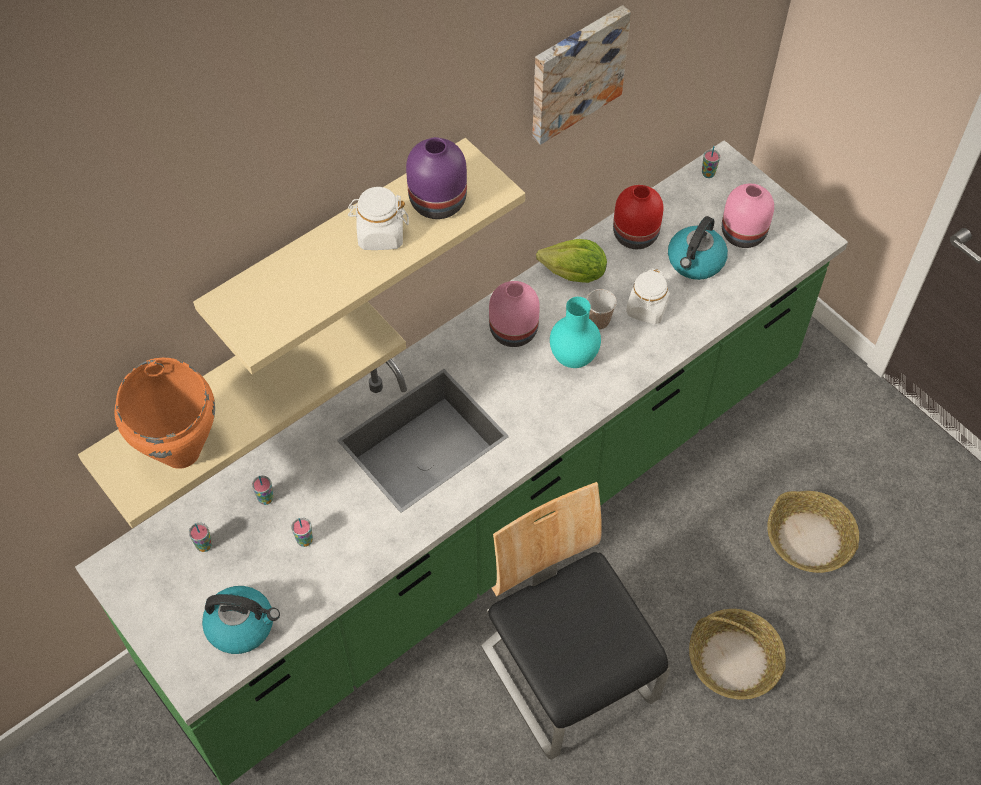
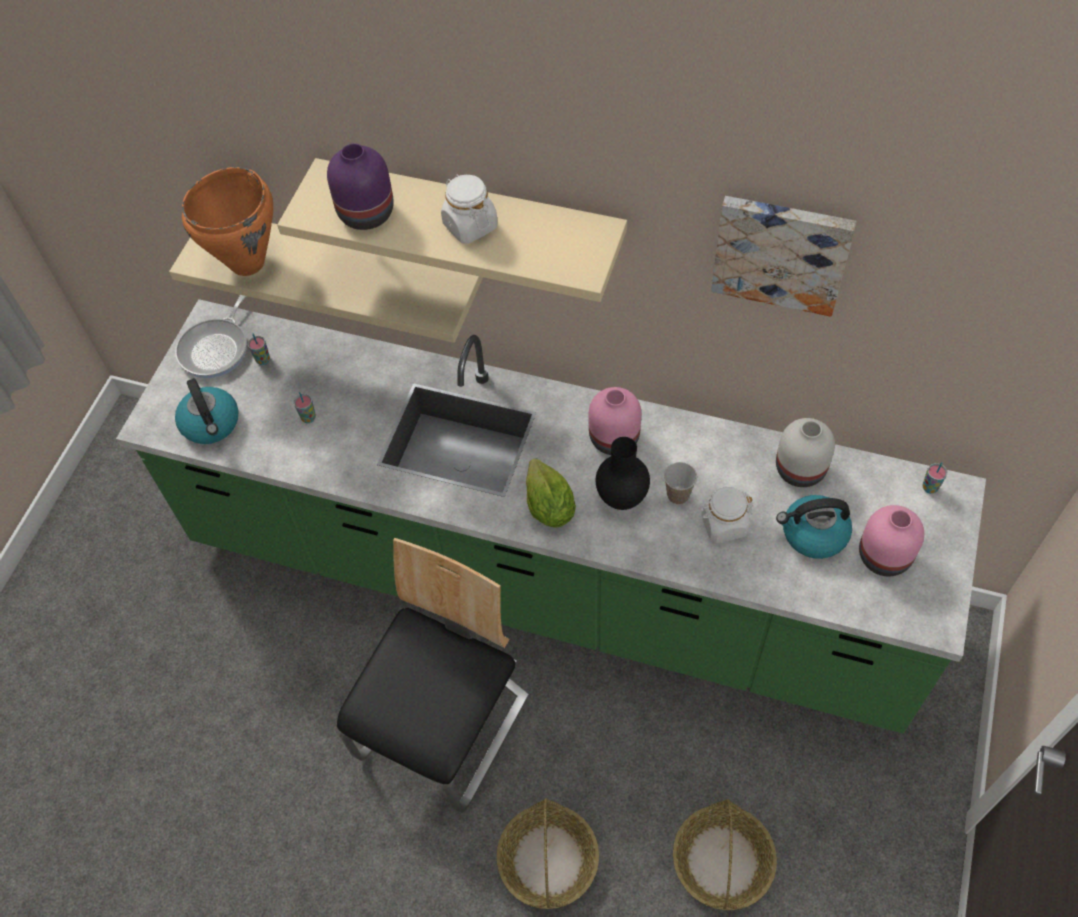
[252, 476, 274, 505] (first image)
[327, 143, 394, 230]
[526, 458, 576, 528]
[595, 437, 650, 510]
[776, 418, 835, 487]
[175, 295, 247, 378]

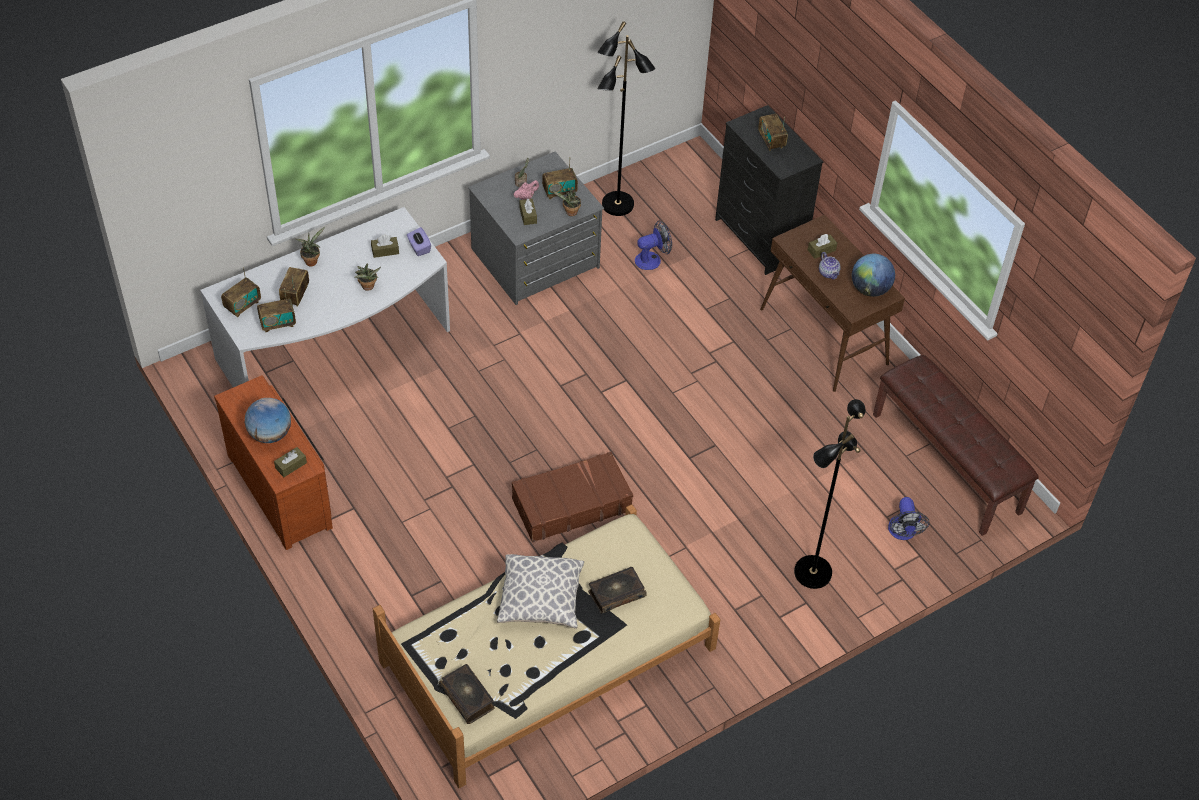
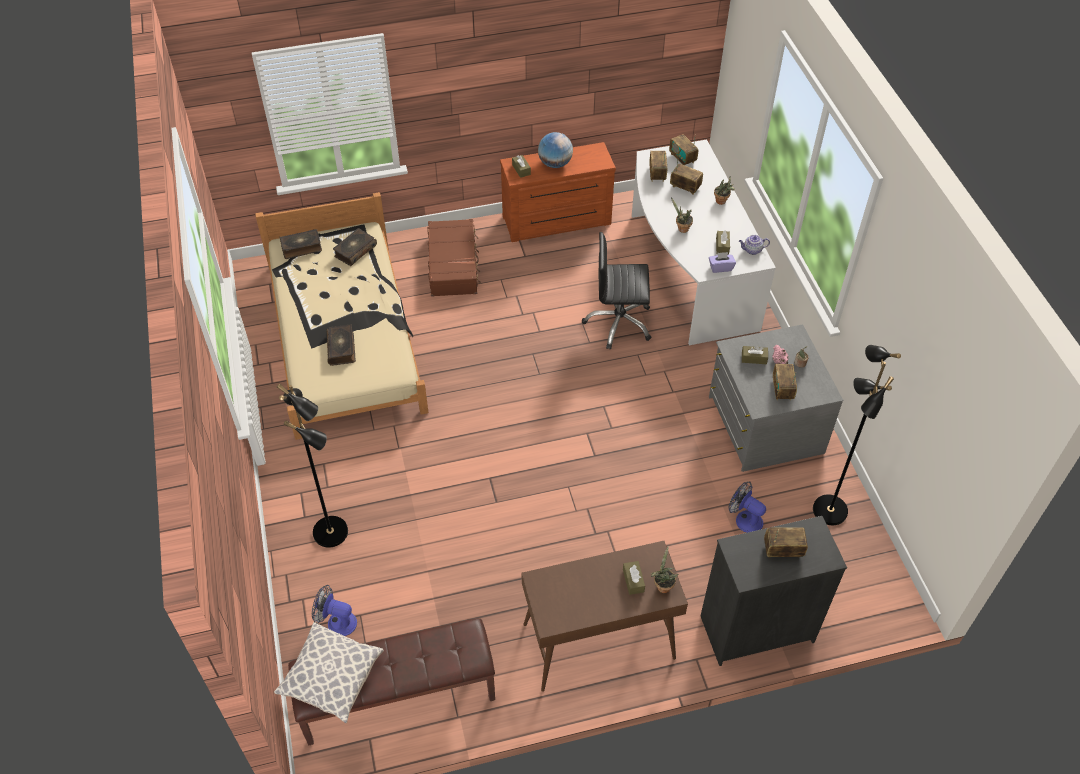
[274, 622, 384, 723]
[427, 219, 481, 297]
[650, 546, 678, 593]
[728, 481, 766, 533]
[739, 235, 770, 255]
[852, 254, 895, 297] (first image)
[333, 228, 377, 266]
[582, 232, 652, 350]

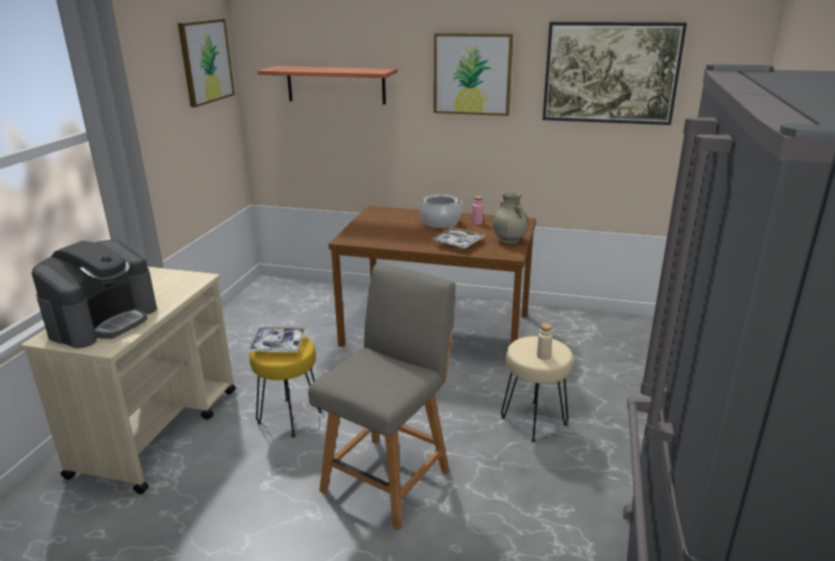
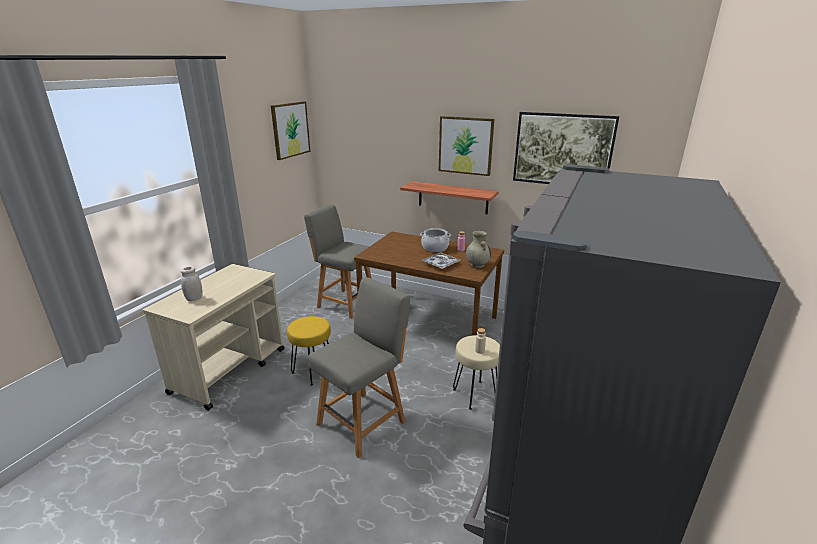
[180, 267, 203, 301]
[247, 327, 307, 353] (first image)
[400, 181, 499, 214]
[304, 204, 372, 319]

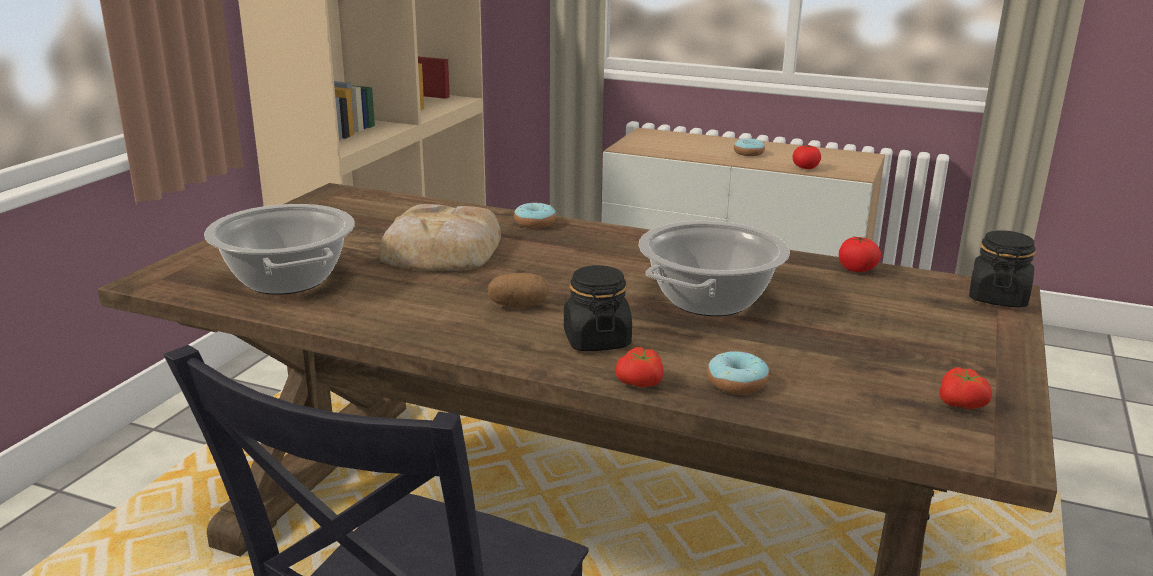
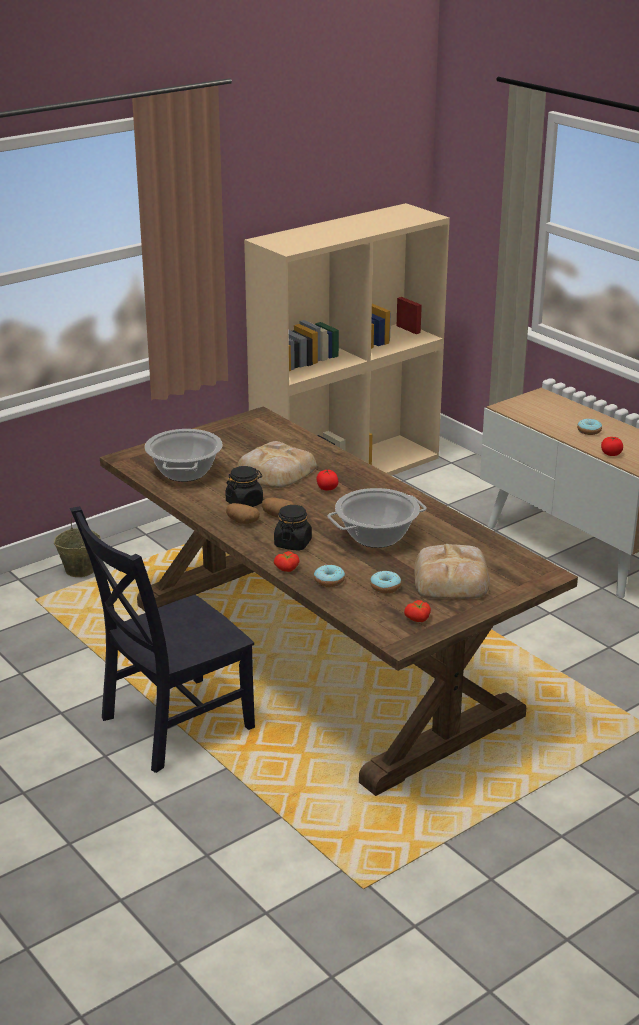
[370, 571, 401, 593]
[316, 470, 338, 490]
[225, 466, 263, 507]
[54, 516, 101, 577]
[226, 503, 260, 524]
[414, 544, 490, 599]

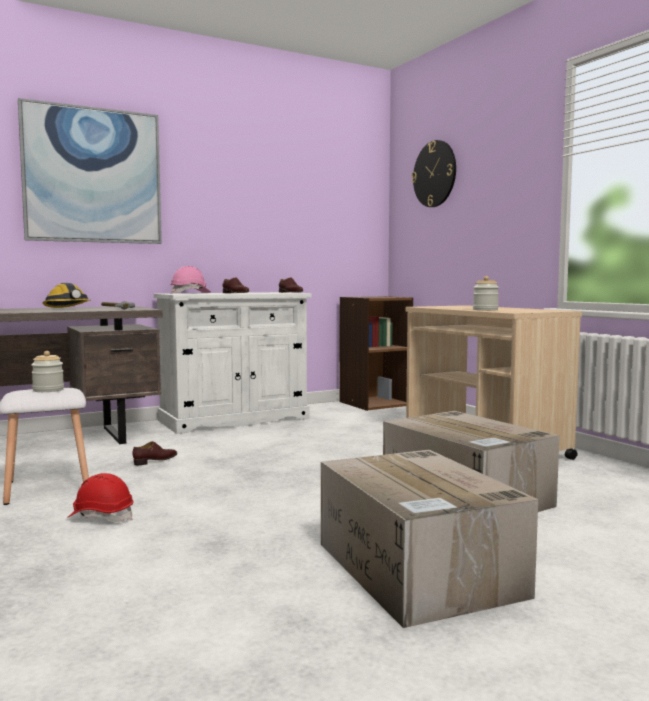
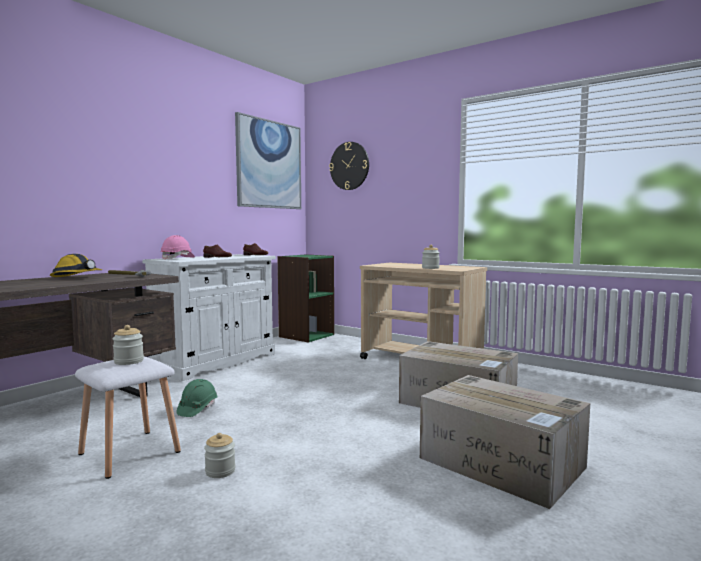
[235, 112, 301, 209]
[204, 433, 235, 478]
[176, 379, 218, 417]
[278, 254, 334, 343]

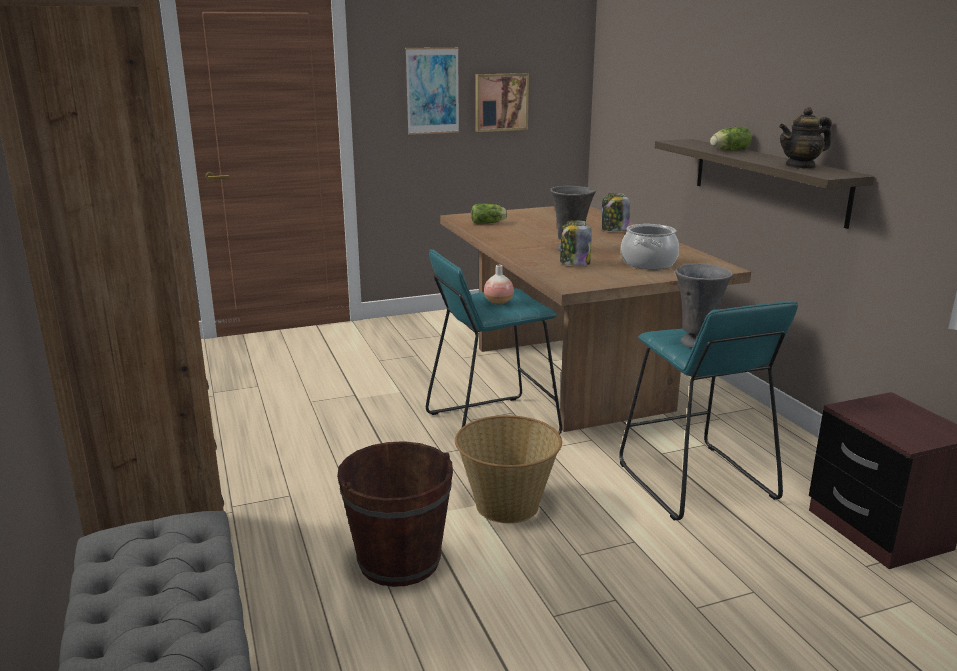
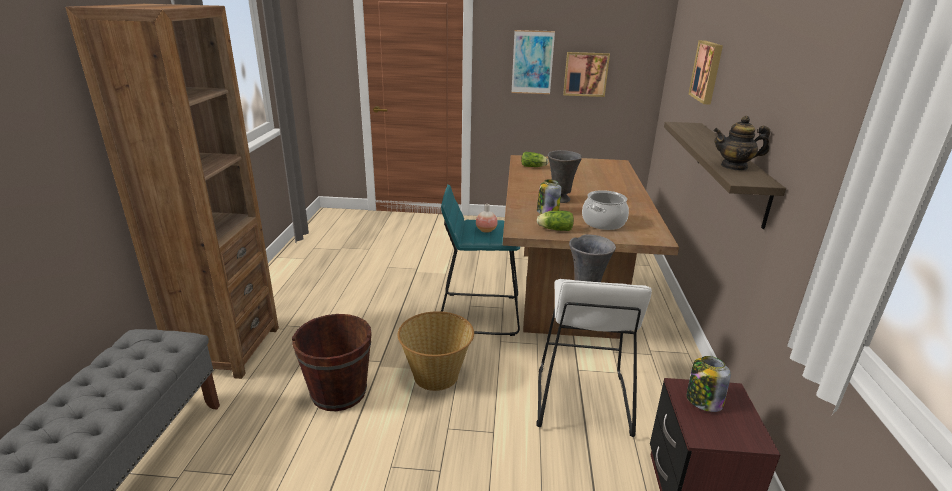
[686, 356, 731, 412]
[537, 279, 652, 437]
[537, 211, 574, 231]
[689, 40, 723, 105]

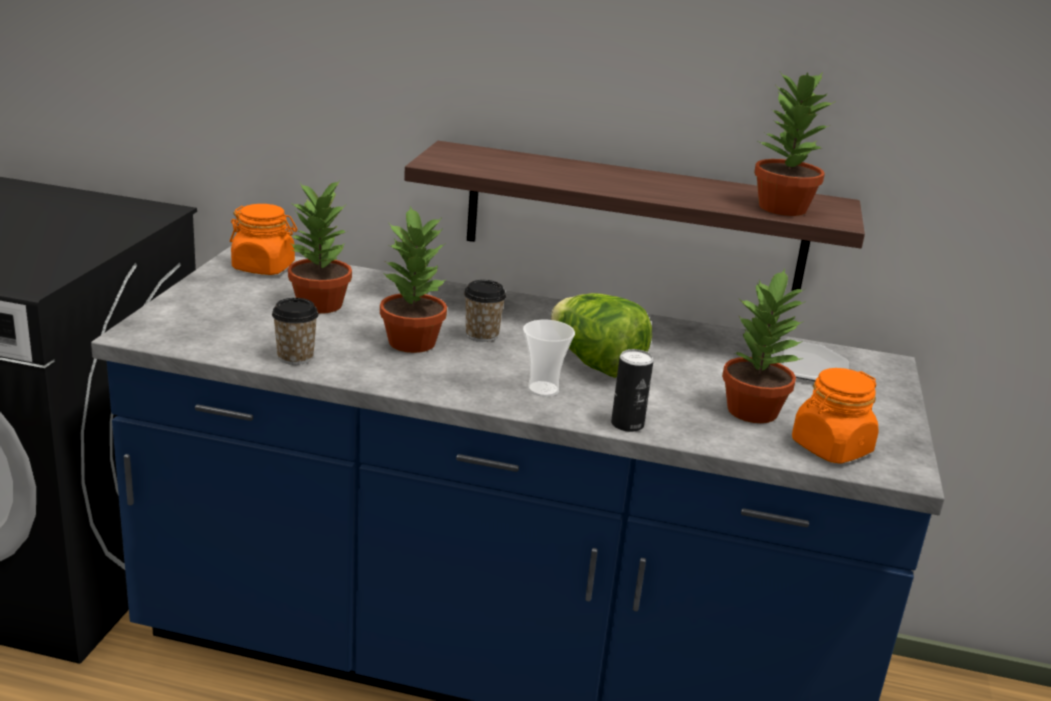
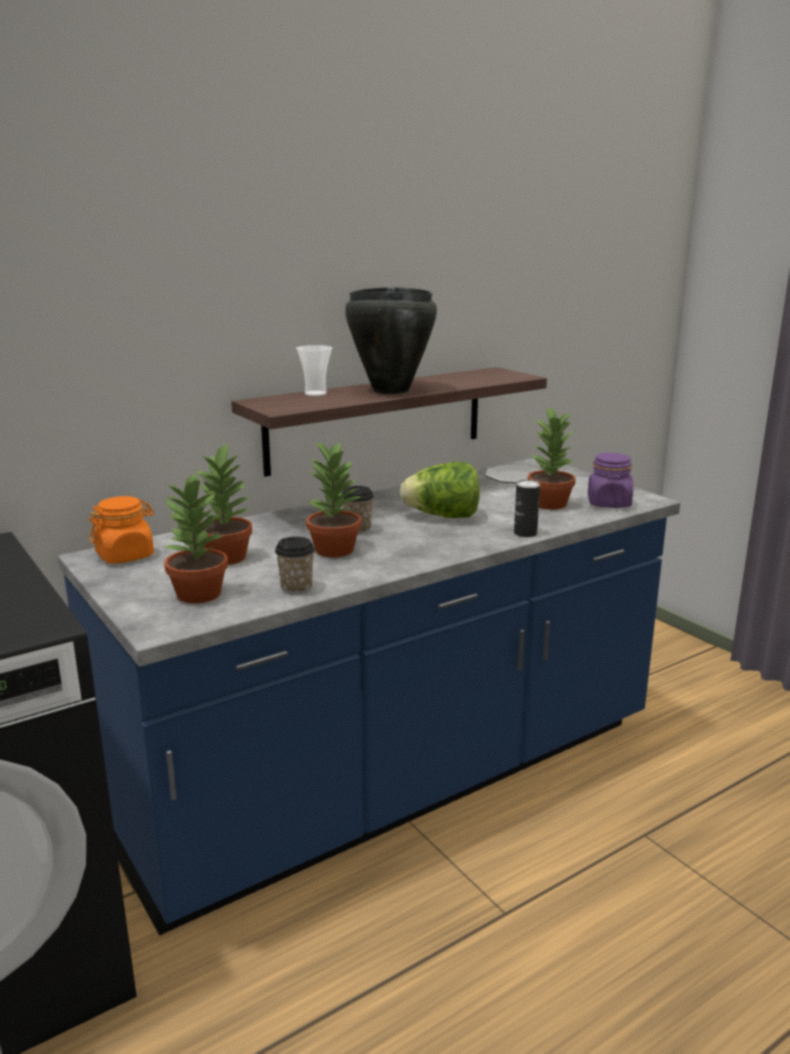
[296, 345, 332, 396]
[163, 471, 228, 603]
[588, 452, 633, 508]
[345, 287, 437, 394]

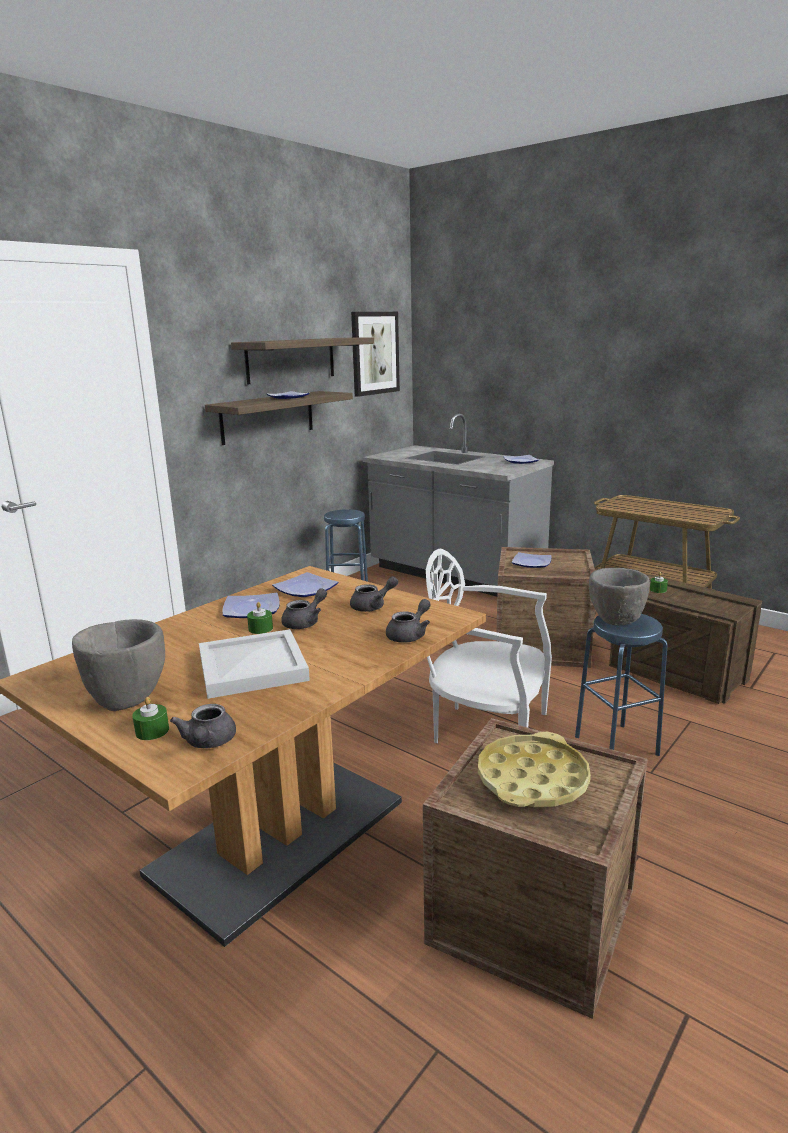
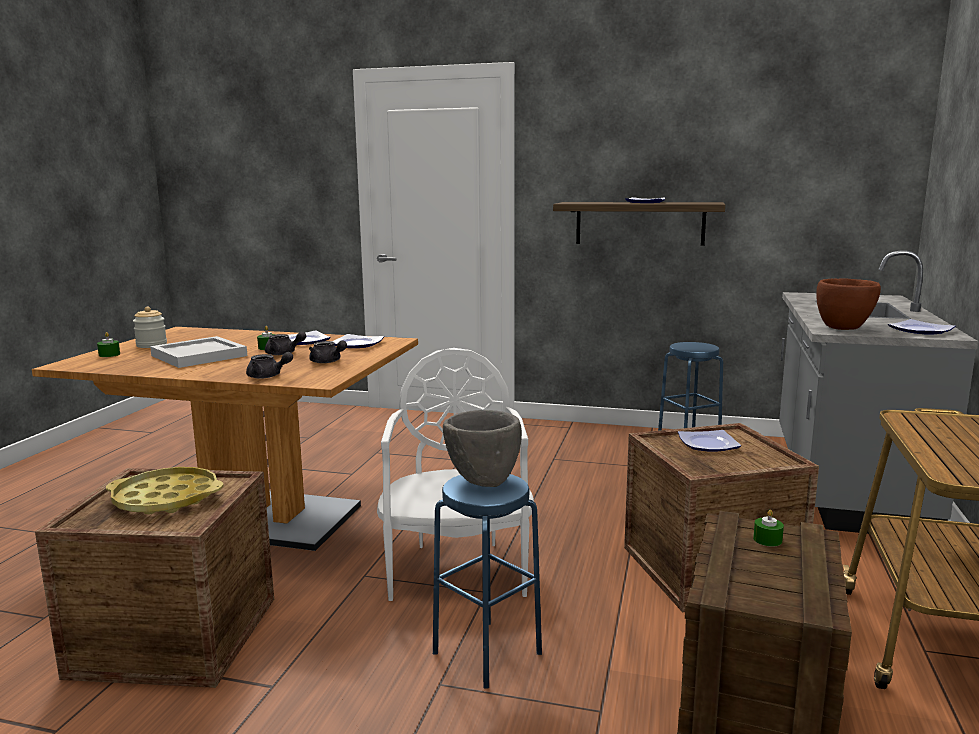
[133, 307, 167, 348]
[170, 704, 236, 748] (first image)
[231, 337, 374, 385] (first image)
[351, 312, 400, 397] (first image)
[816, 279, 881, 330]

